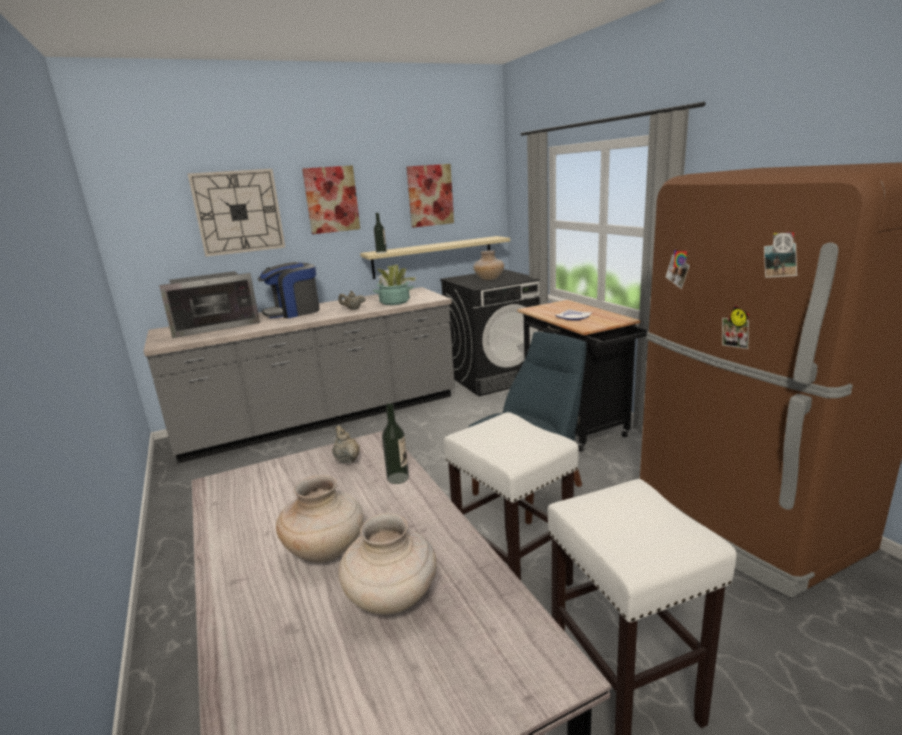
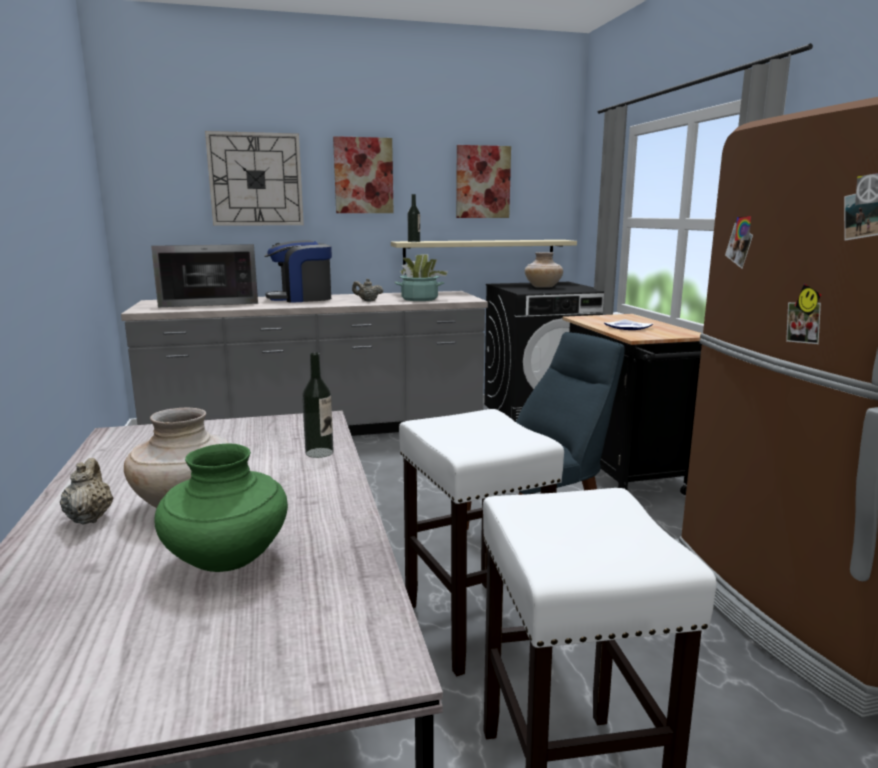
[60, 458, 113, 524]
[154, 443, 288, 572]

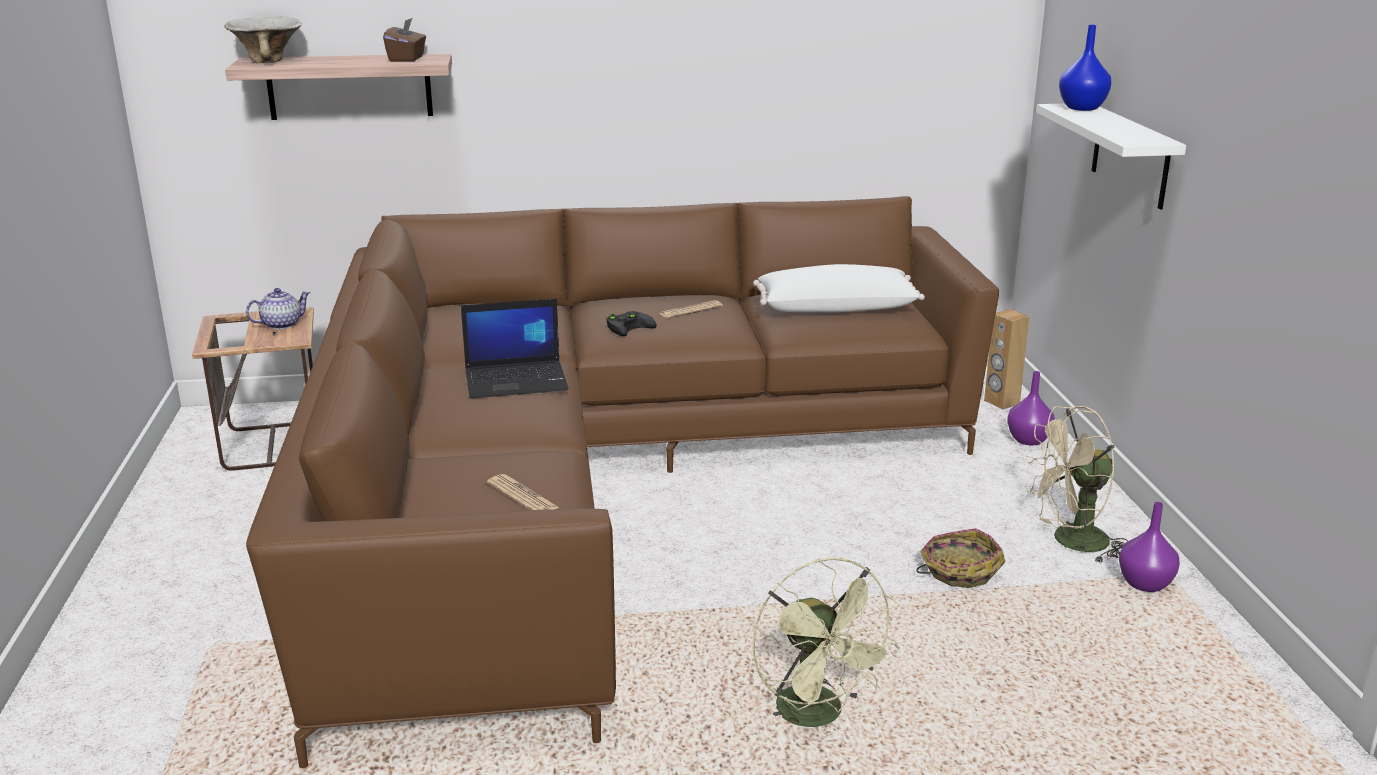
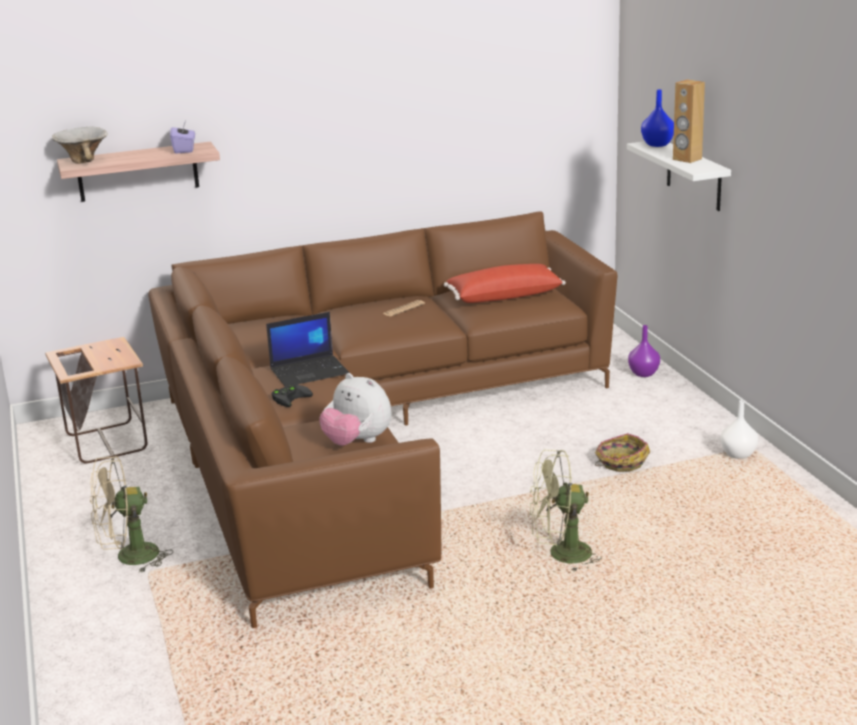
[246, 288, 311, 330] (first image)
[170, 121, 195, 154]
[319, 373, 392, 446]
[271, 384, 313, 407]
[530, 450, 601, 571]
[444, 264, 566, 303]
[673, 79, 705, 163]
[90, 456, 173, 573]
[720, 400, 758, 459]

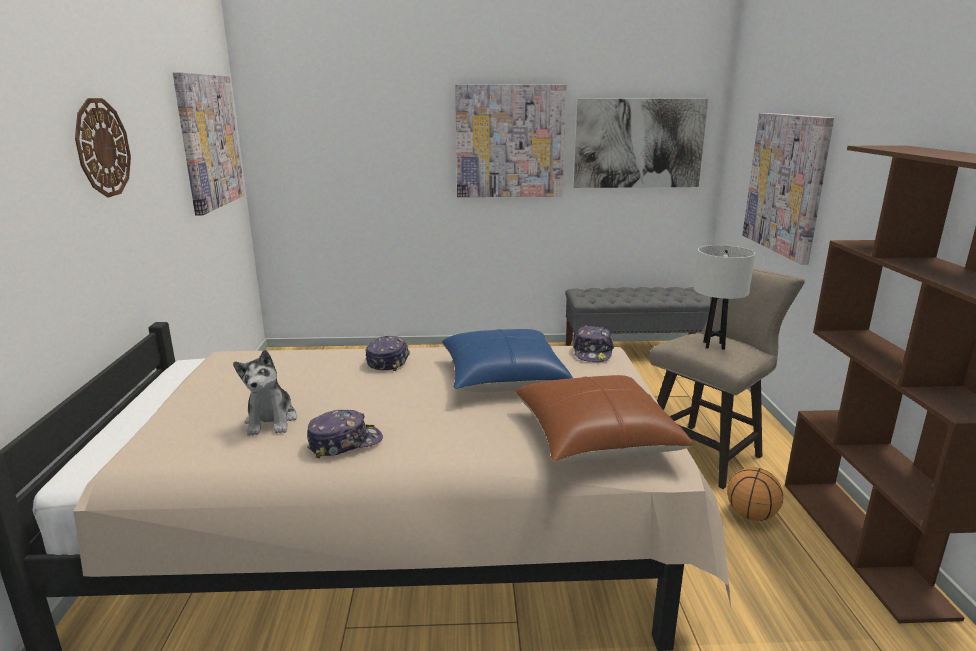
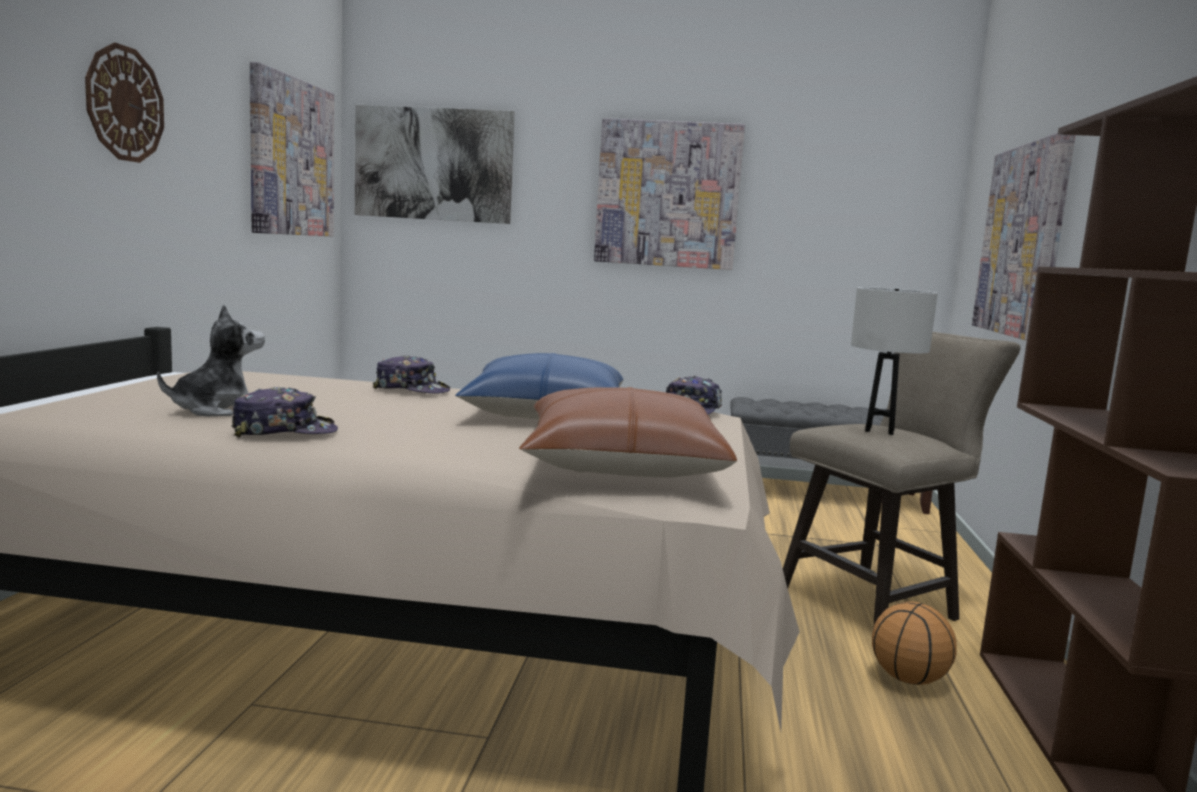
[157, 305, 265, 416]
[373, 355, 450, 394]
[355, 105, 515, 224]

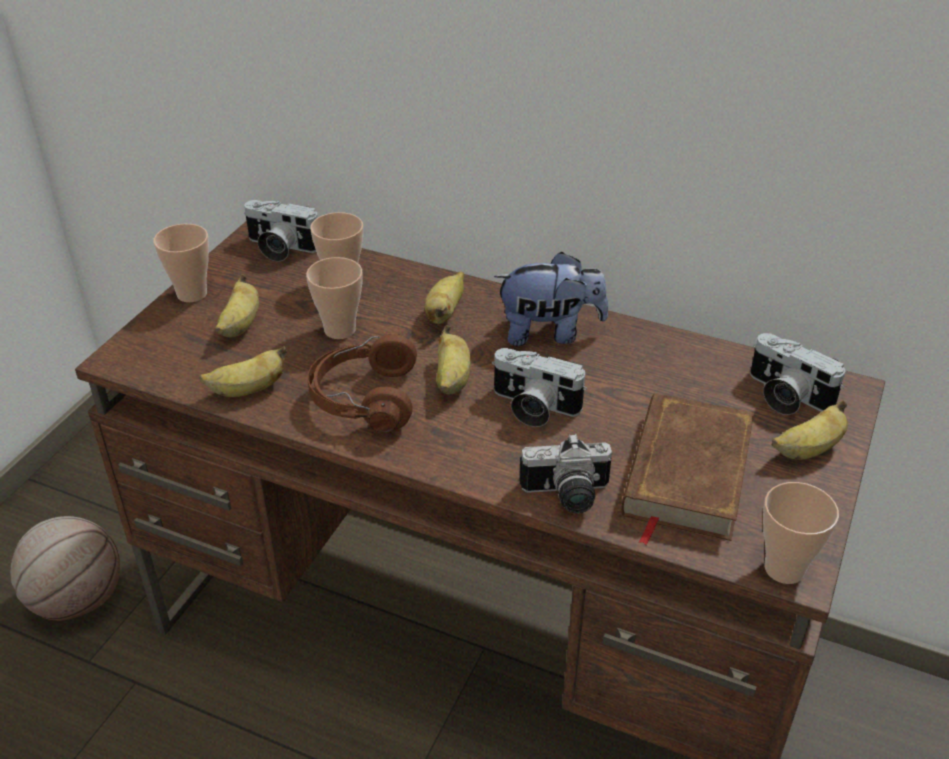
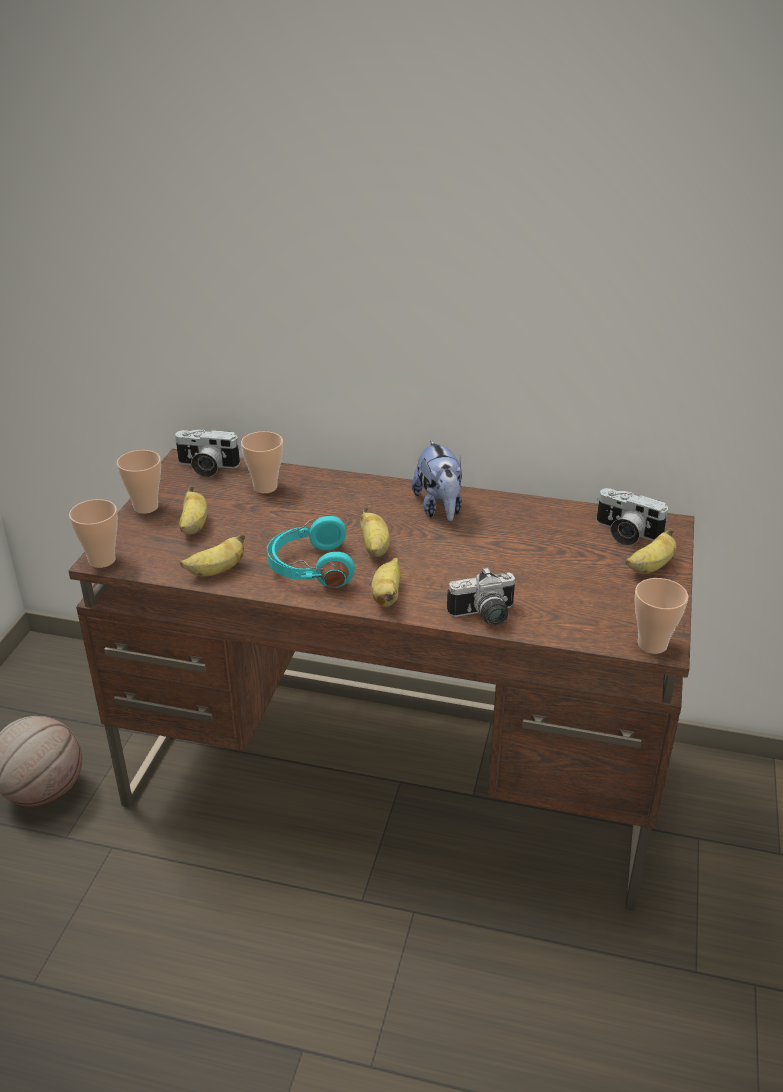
[69, 499, 118, 568]
[267, 516, 355, 588]
[371, 558, 401, 607]
[492, 348, 587, 427] (first image)
[412, 440, 462, 521]
[621, 393, 754, 545] (first image)

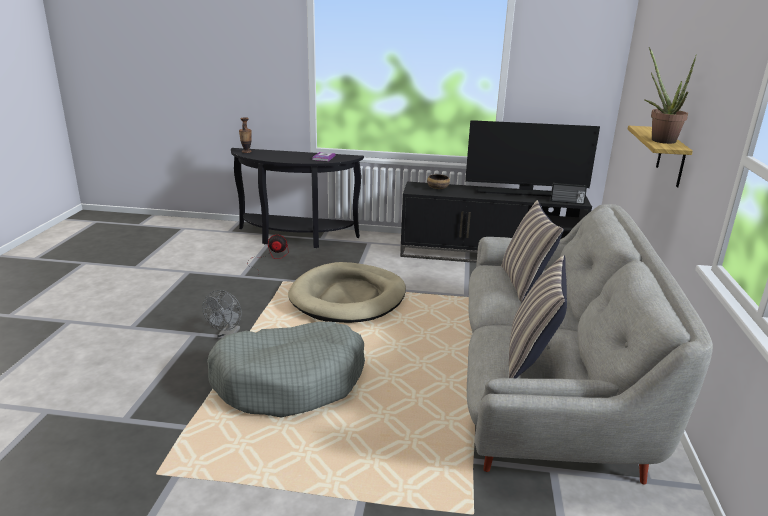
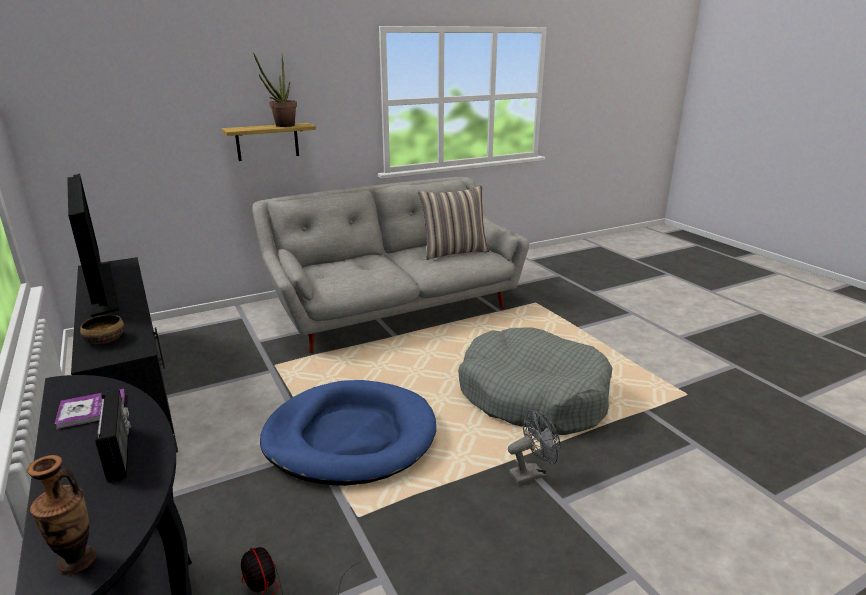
[260, 380, 436, 486]
[501, 200, 564, 302] (first image)
[95, 389, 131, 481]

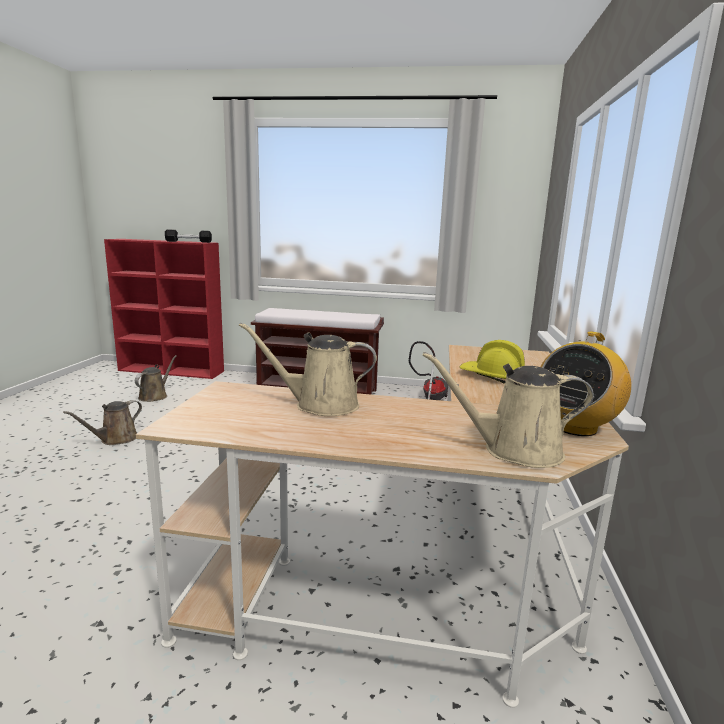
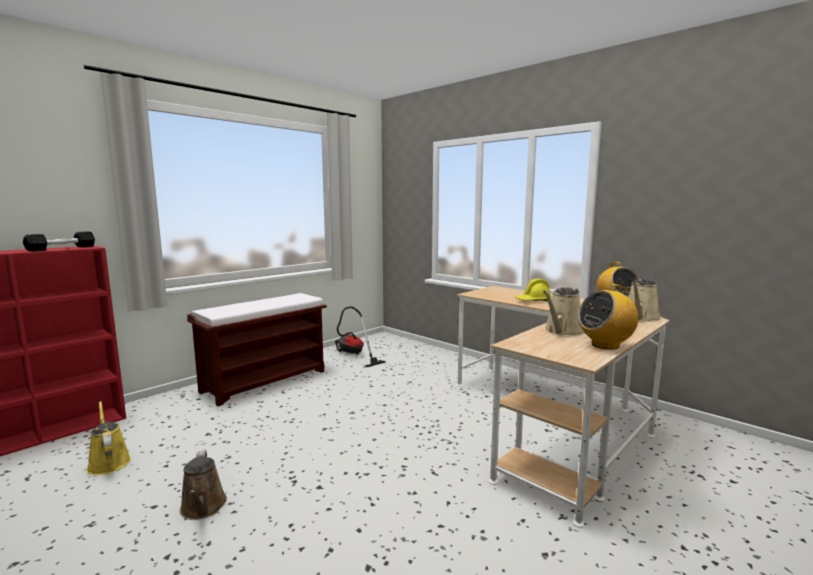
[86, 401, 131, 475]
[578, 284, 639, 350]

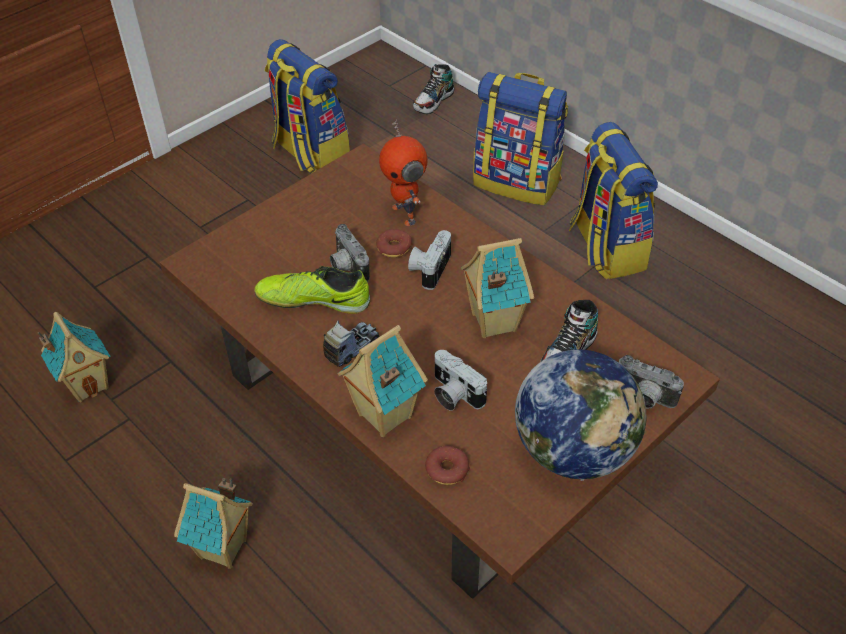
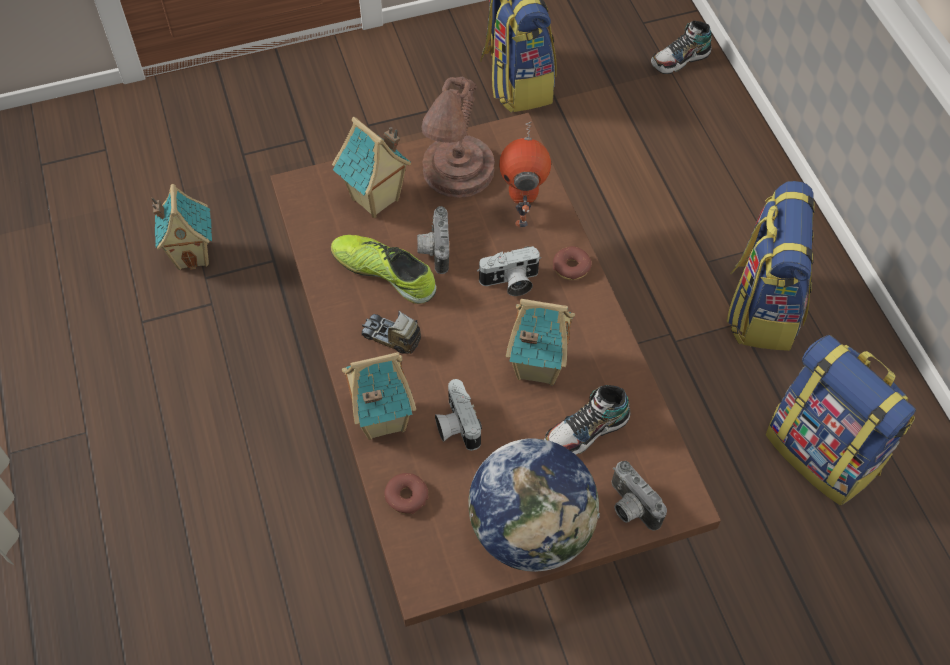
[332, 117, 411, 218]
[361, 311, 421, 354]
[553, 246, 592, 280]
[477, 246, 541, 296]
[766, 335, 916, 506]
[422, 76, 495, 198]

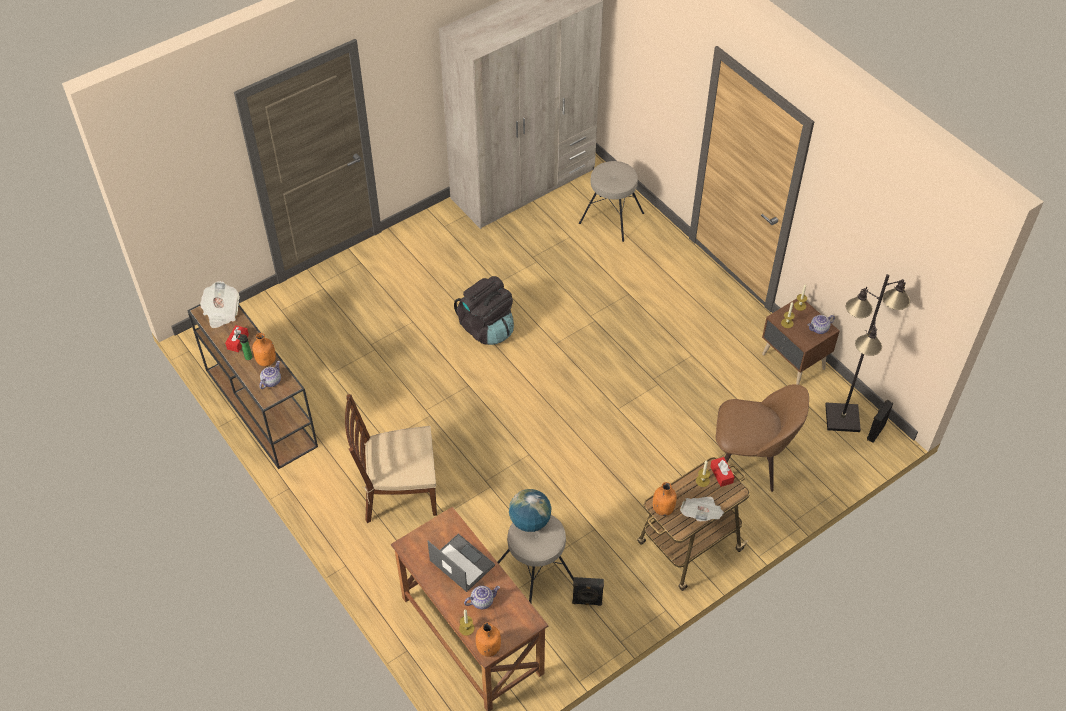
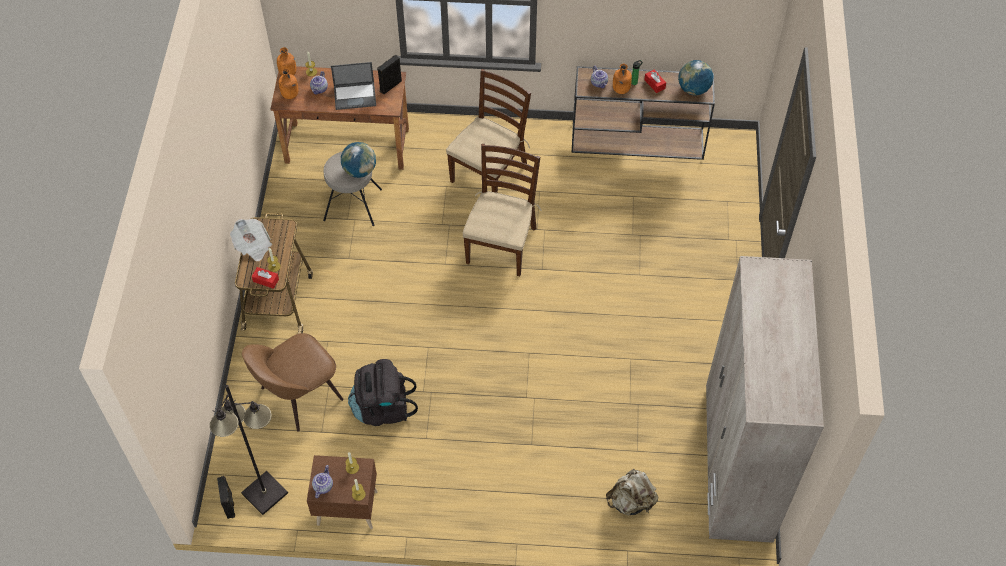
[678, 60, 714, 95]
[348, 359, 418, 426]
[377, 55, 402, 94]
[606, 469, 658, 515]
[279, 69, 298, 99]
[462, 144, 542, 276]

